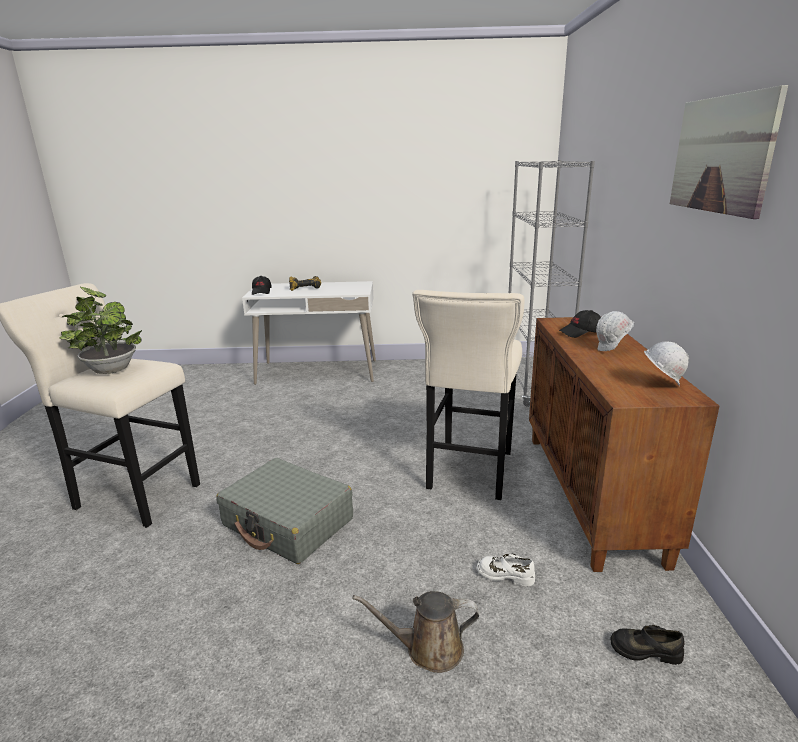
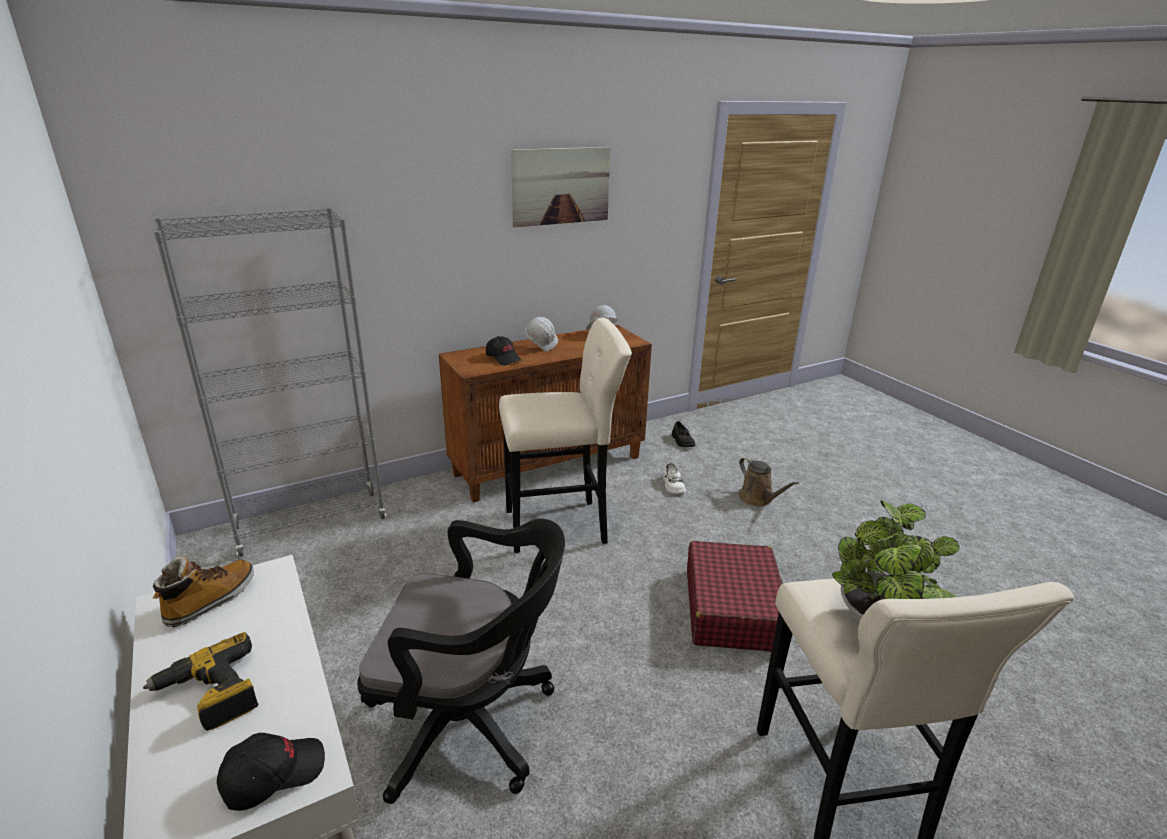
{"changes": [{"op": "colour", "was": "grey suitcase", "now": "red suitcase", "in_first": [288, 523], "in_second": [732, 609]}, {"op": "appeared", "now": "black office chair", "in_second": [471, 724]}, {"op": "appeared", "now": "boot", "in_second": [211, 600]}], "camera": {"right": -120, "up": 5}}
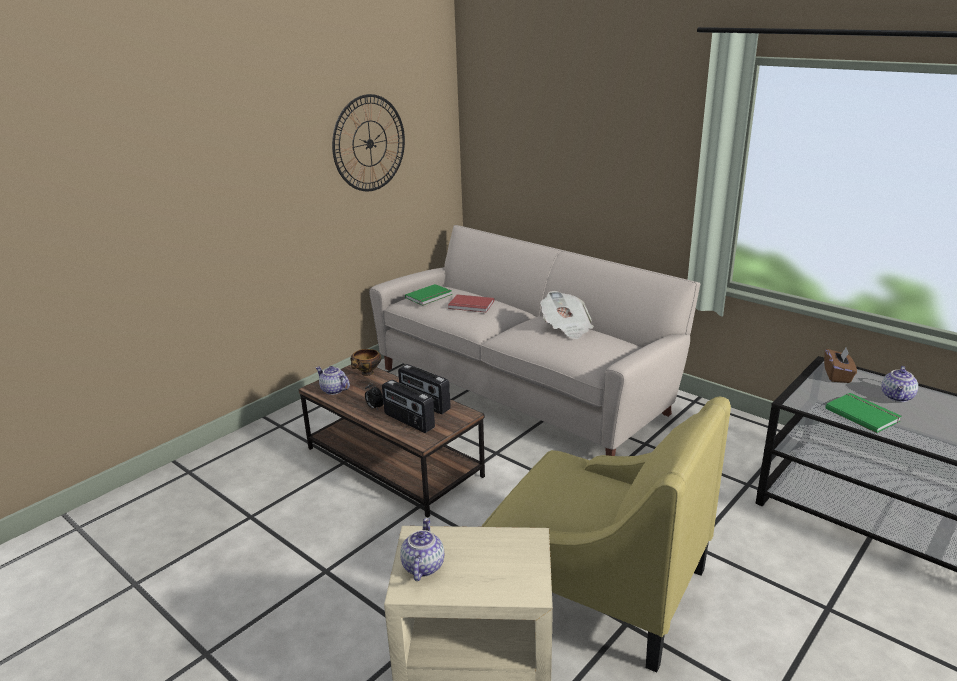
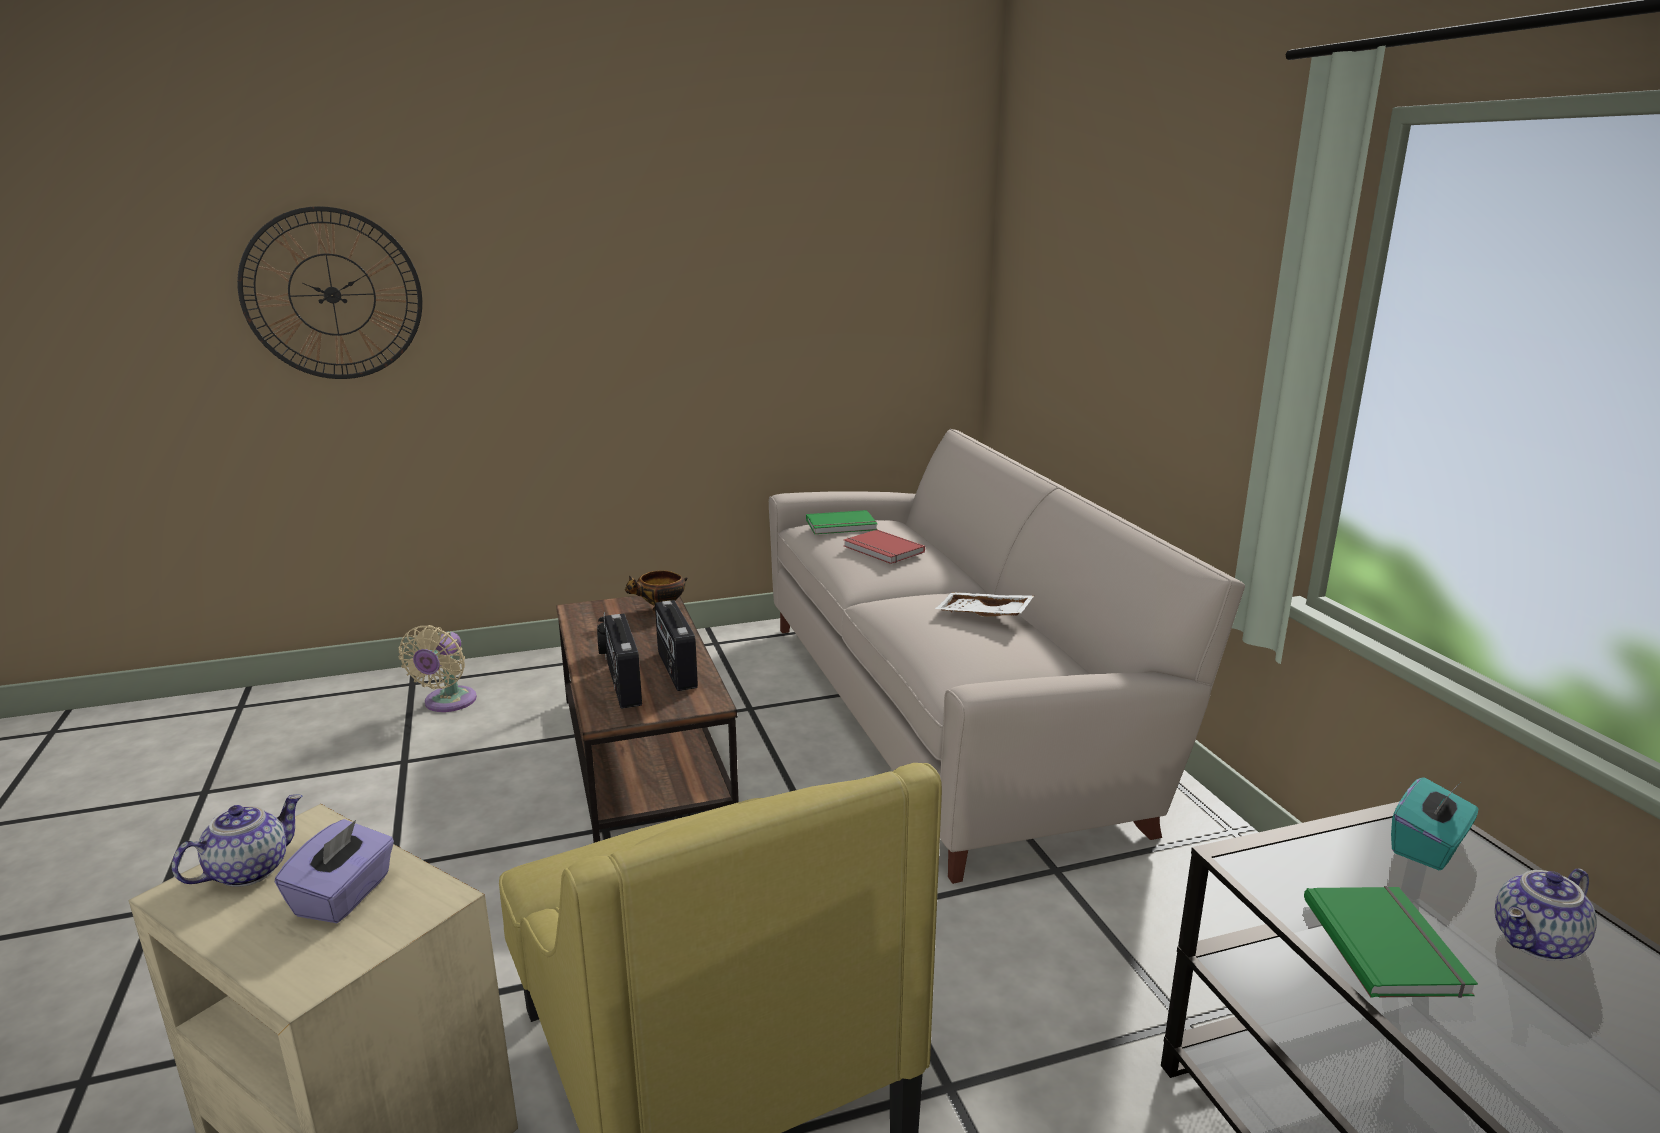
{"changes": [{"op": "relocated", "was": "wall clock", "in_first": [369, 143], "in_second": [332, 294]}, {"op": "exchanged", "was": "newspaper", "now": "white tray", "in_first": [566, 328], "in_second": [983, 615]}, {"op": "colour", "was": "brown tissue box", "now": "turquoise tissue box", "in_first": [837, 375], "in_second": [1428, 847]}, {"op": "missing", "was": "teapot", "in_first": [333, 390]}, {"op": "appeared", "now": "beige fan", "in_second": [447, 703]}, {"op": "appeared", "now": "purple tissue box", "in_second": [344, 896]}], "camera": {"right": 30, "up": -5}}
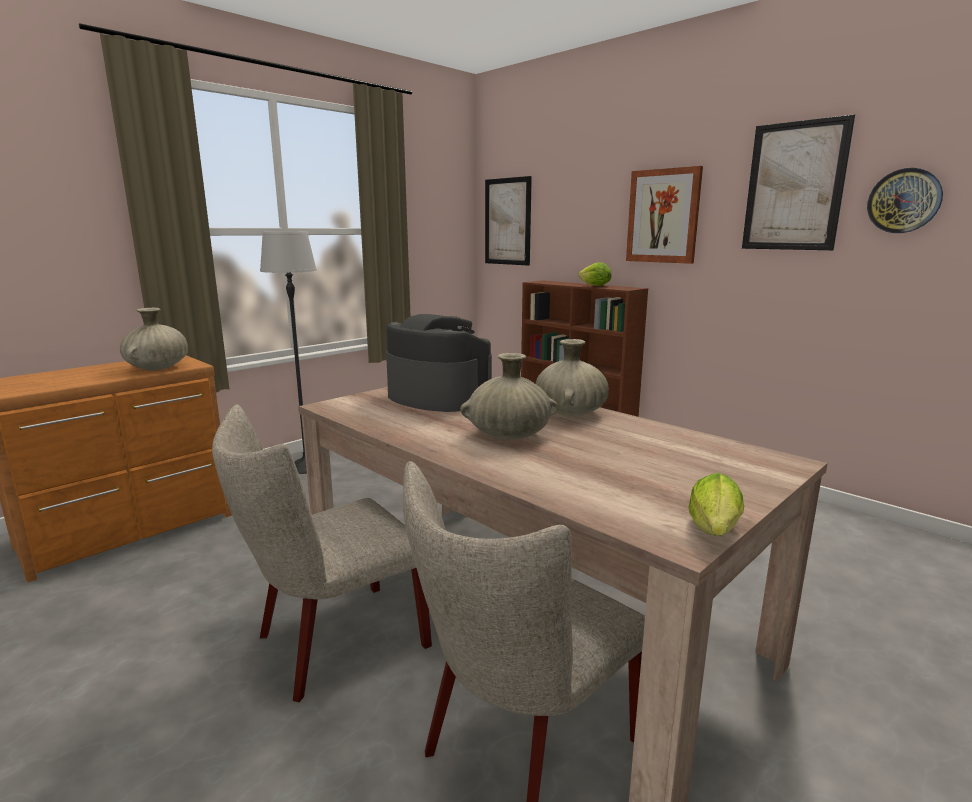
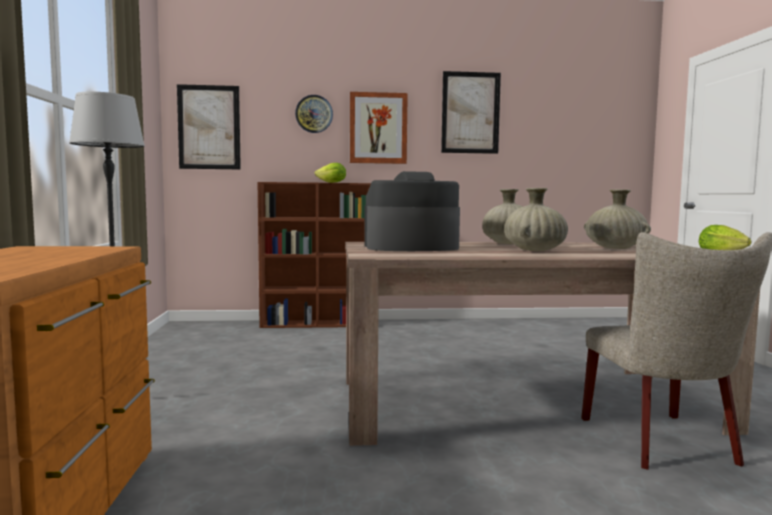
{"changes": [{"op": "relocated", "was": "wall clock", "in_first": [904, 201], "in_second": [314, 114]}, {"op": "relocated", "was": "beige vase", "in_first": [158, 368], "in_second": [615, 248]}, {"op": "missing", "was": "beige chair", "in_first": [332, 643]}], "camera": {"right": -50, "up": -10}}
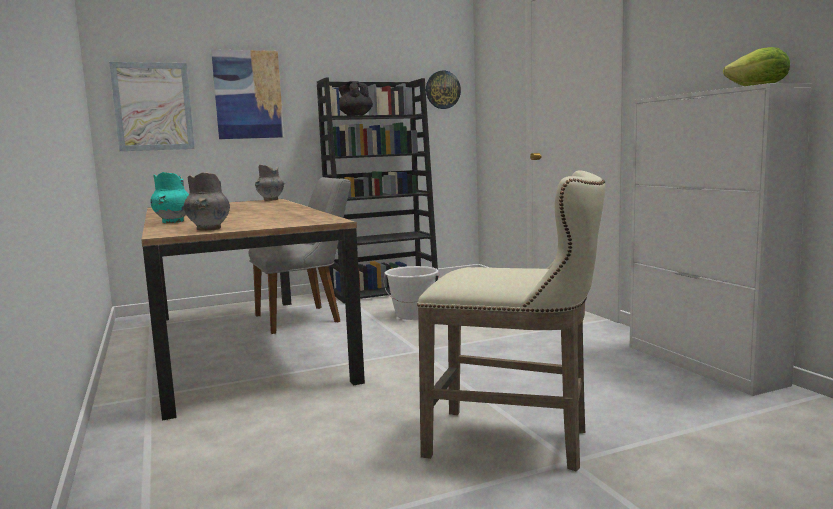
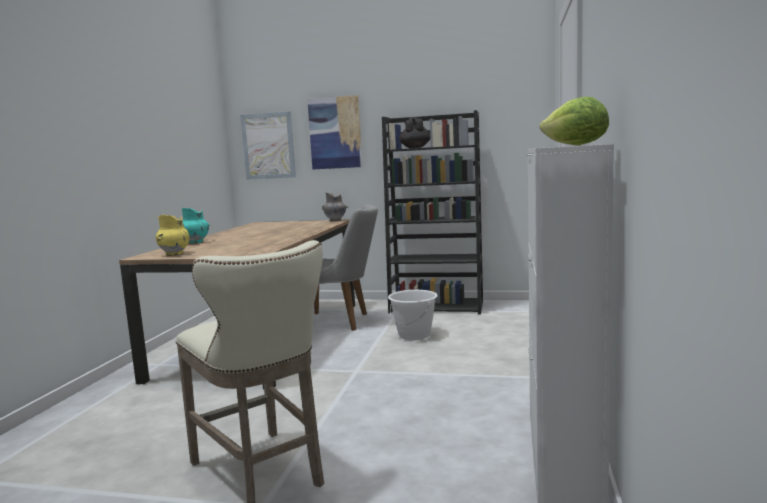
{"changes": [{"op": "missing", "was": "wall clock", "in_first": [442, 90]}, {"op": "colour", "was": "grey vase", "now": "yellow vase", "in_first": [209, 229], "in_second": [175, 254]}], "camera": {"right": 35, "up": 0}}
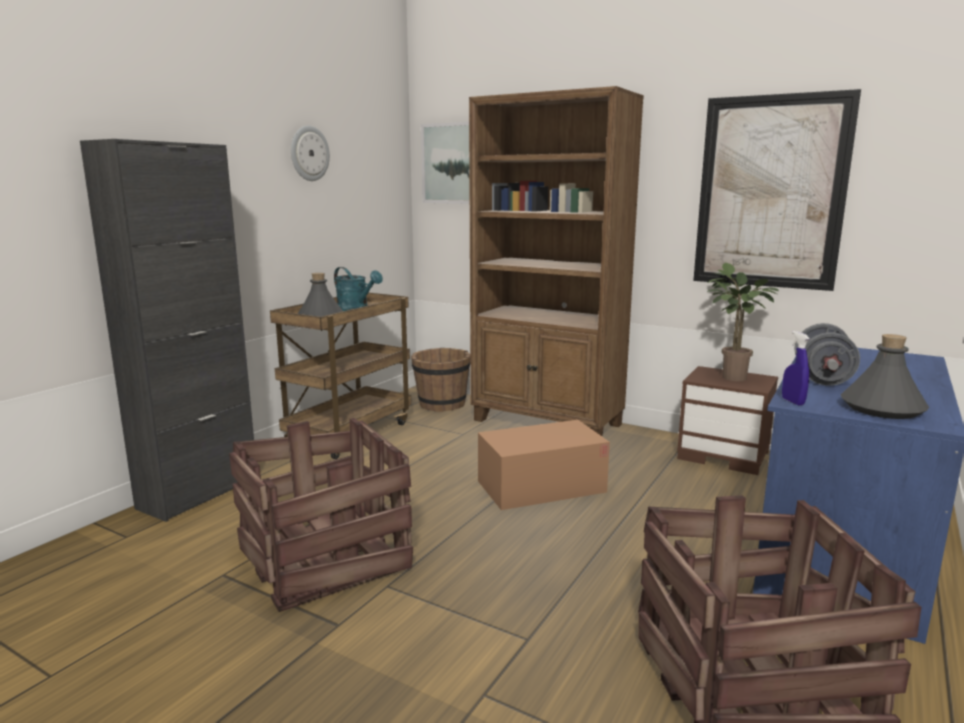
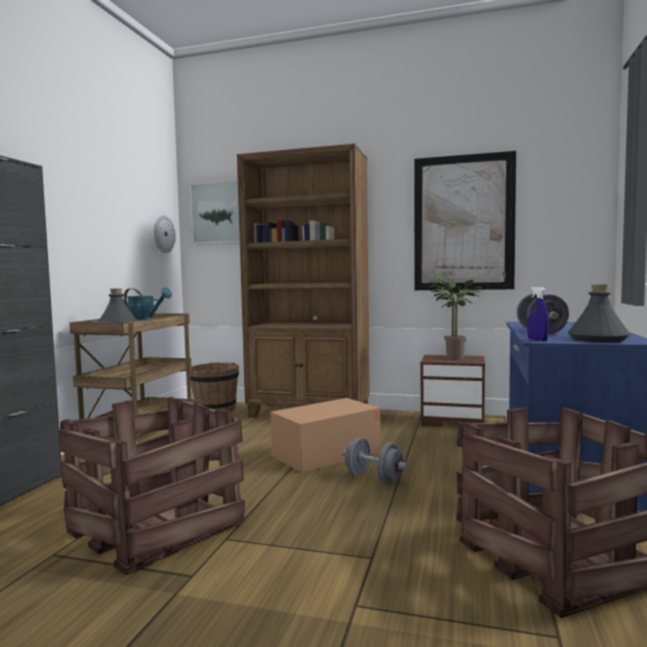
{"changes": [{"op": "relocated", "was": "wall clock", "in_first": [309, 153], "in_second": [163, 234]}, {"op": "appeared", "now": "grey dumbbell", "in_second": [374, 478]}], "camera": {"right": -15, "up": -10}}
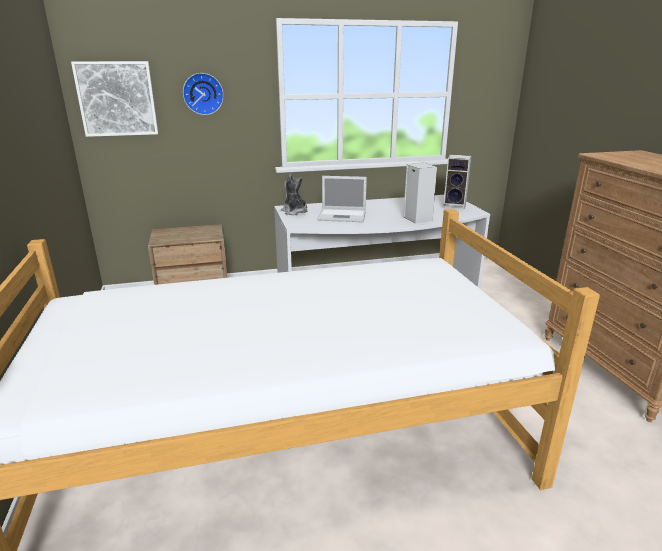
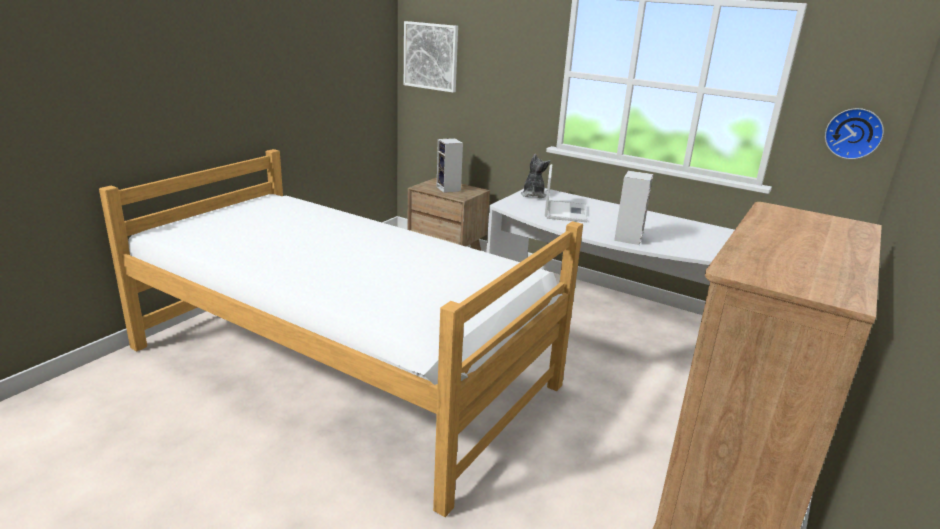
{"changes": [{"op": "relocated", "was": "wall clock", "in_first": [203, 94], "in_second": [853, 133]}, {"op": "relocated", "was": "speaker", "in_first": [455, 206], "in_second": [449, 189]}, {"op": "spun", "was": "laptop", "in_first": [343, 216], "in_second": [565, 211], "clockwise": -135}], "camera": {"right": 45, "up": 0}}
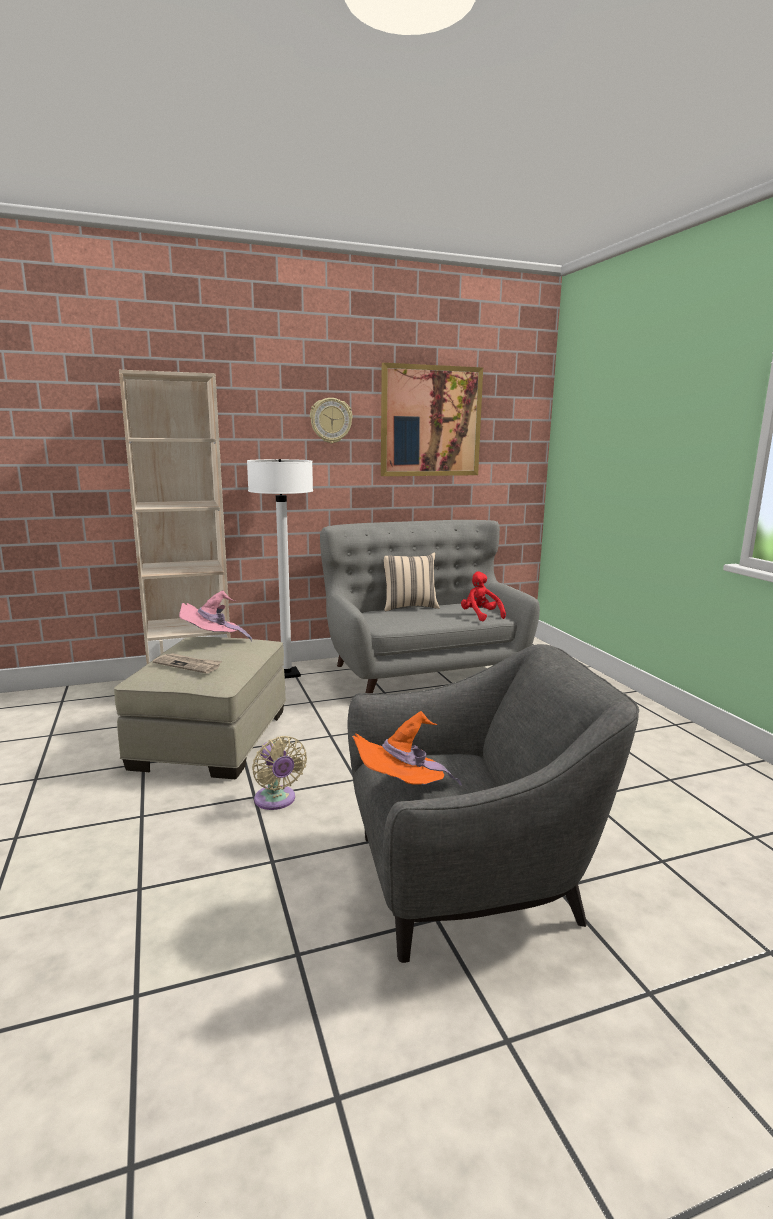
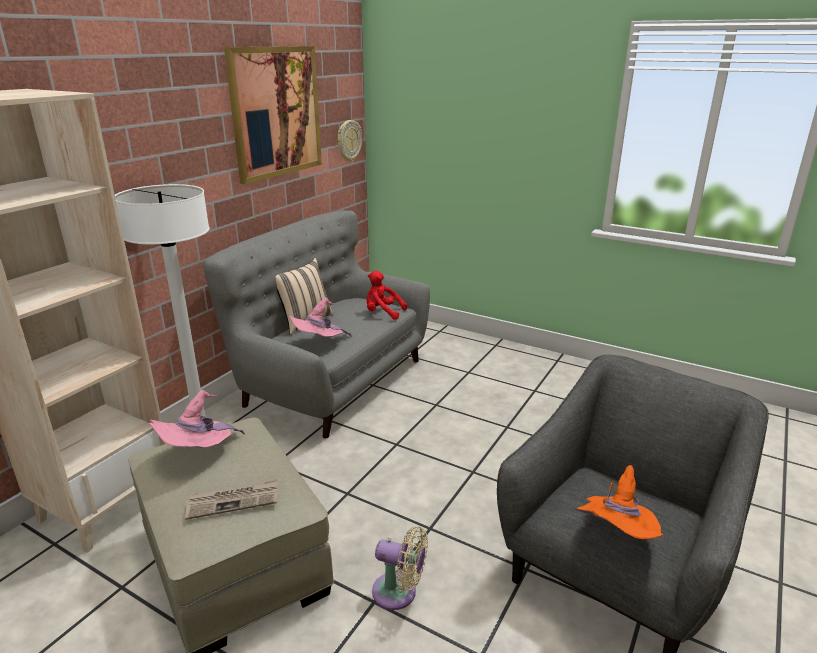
{"changes": [{"op": "relocated", "was": "wall clock", "in_first": [330, 420], "in_second": [348, 140]}, {"op": "appeared", "now": "pink hat", "in_second": [318, 344]}], "camera": {"right": -40, "up": 10}}
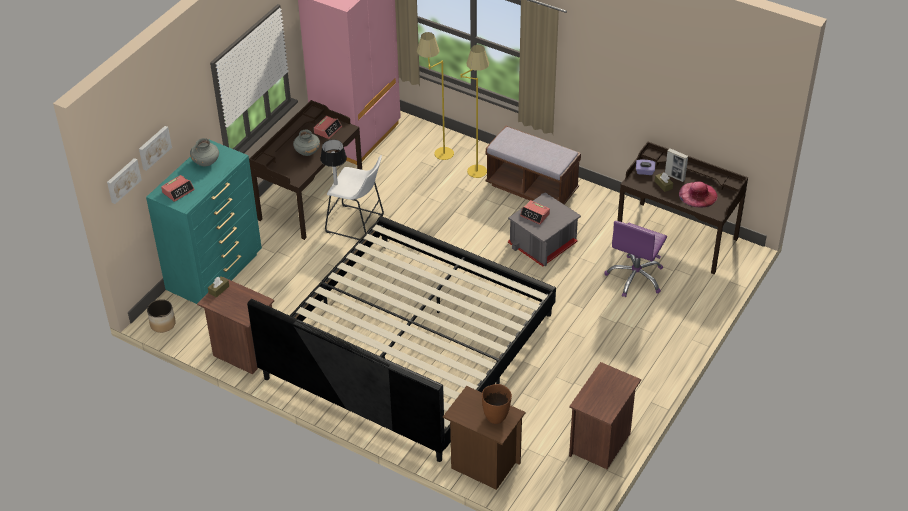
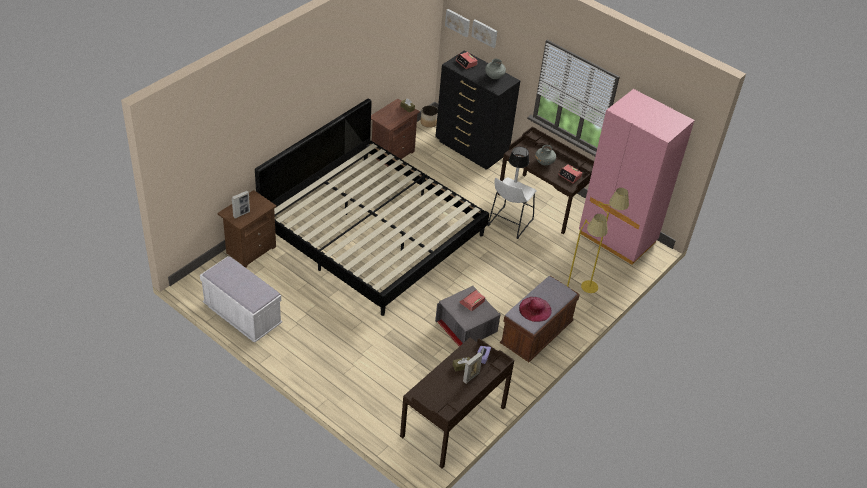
{"changes": [{"op": "colour", "was": "turquoise dresser", "now": "black dresser", "in_first": [216, 273], "in_second": [471, 149]}, {"op": "relocated", "was": "pink hat", "in_first": [698, 194], "in_second": [535, 309]}, {"op": "missing", "was": "purple office chair", "in_first": [635, 277]}, {"op": "exchanged", "was": "brown nightstand", "now": "white bench", "in_first": [601, 444], "in_second": [242, 315]}, {"op": "exchanged", "was": "brown vase", "now": "picture frame", "in_first": [496, 417], "in_second": [241, 214]}], "camera": {"right": 95, "up": 0}}
